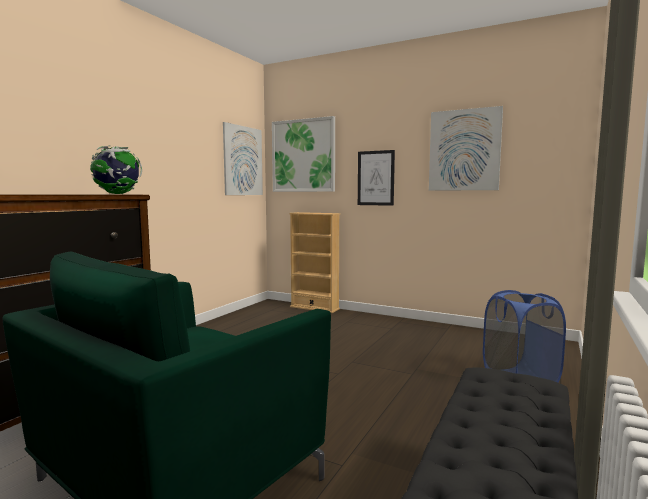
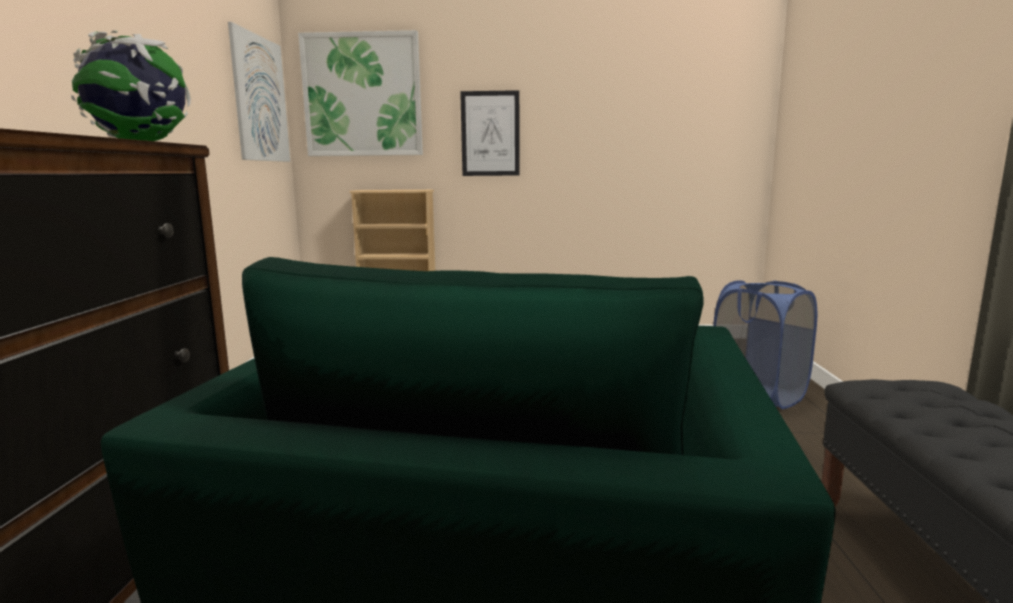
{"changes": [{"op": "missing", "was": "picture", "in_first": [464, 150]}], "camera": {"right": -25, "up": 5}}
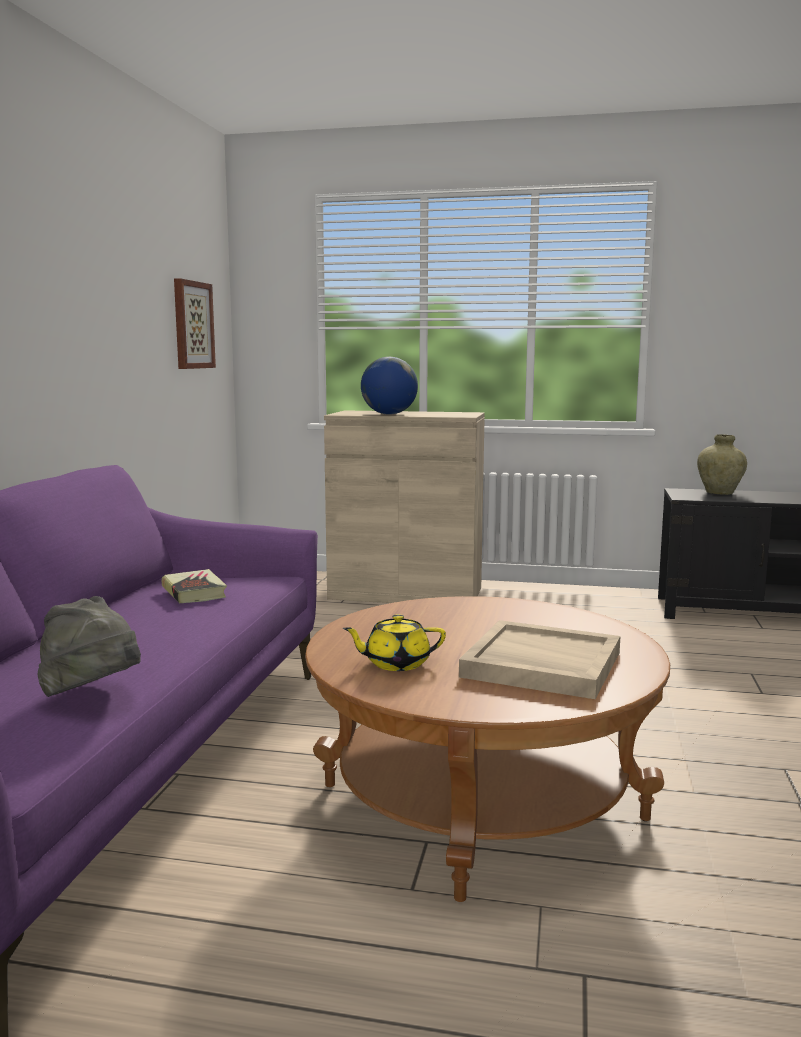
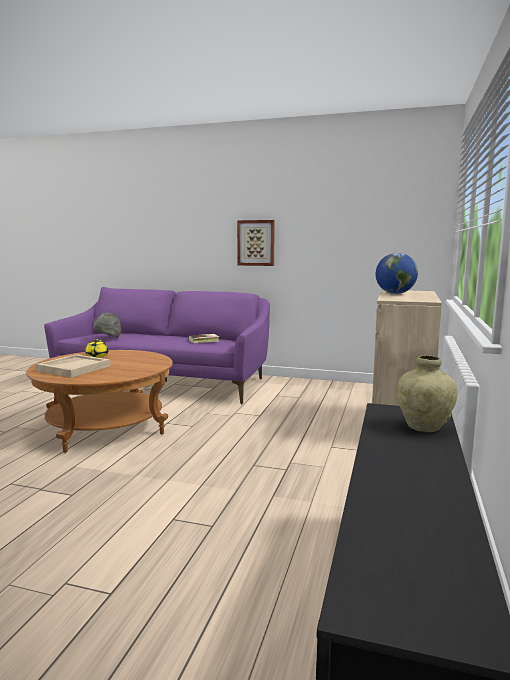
{"changes": [{"op": "relocated", "was": "picture", "in_first": [192, 325], "in_second": [256, 243]}], "camera": {"right": 95, "up": 0}}
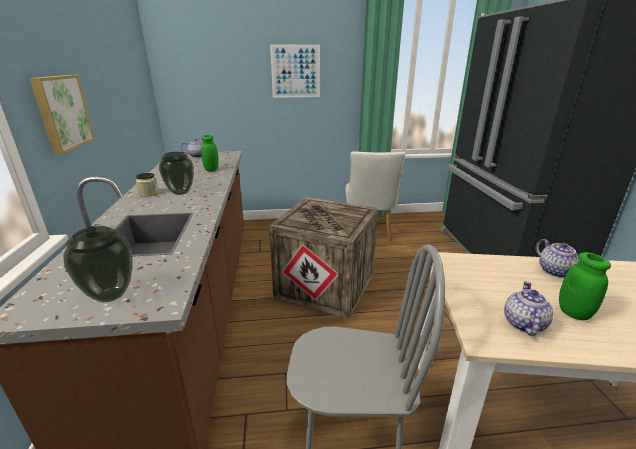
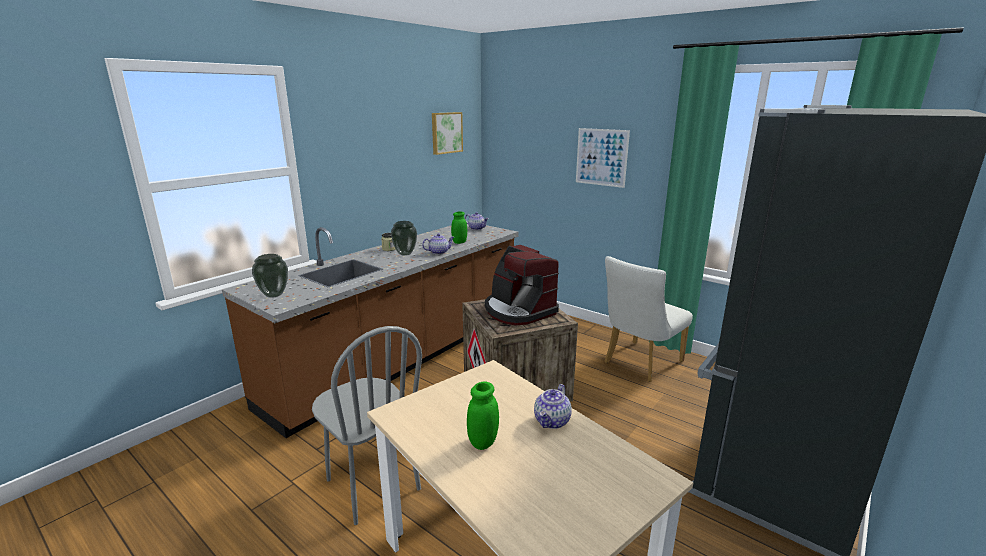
{"changes": [{"op": "relocated", "was": "picture", "in_first": [61, 112], "in_second": [446, 132]}, {"op": "relocated", "was": "teapot", "in_first": [523, 323], "in_second": [439, 252]}, {"op": "appeared", "now": "coffee machine", "in_second": [518, 310]}], "camera": {"right": 45, "up": -5}}
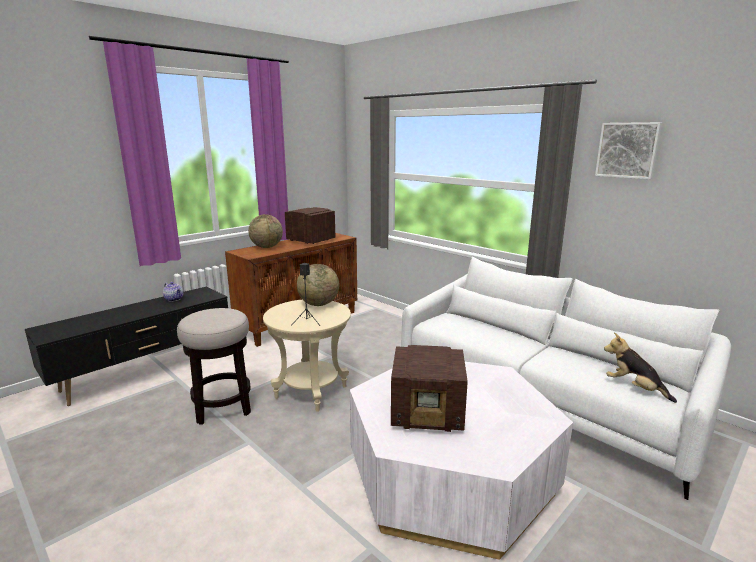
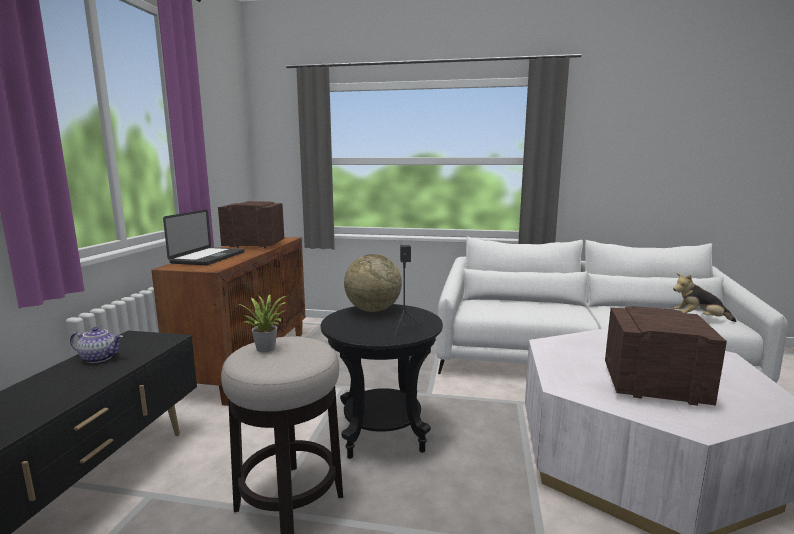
{"changes": [{"op": "missing", "was": "picture", "in_first": [628, 150]}, {"op": "exchanged", "was": "globe", "now": "laptop", "in_first": [266, 247], "in_second": [208, 257]}, {"op": "colour", "was": "beige side table", "now": "black side table", "in_first": [311, 392], "in_second": [382, 434]}, {"op": "spun", "was": "radio", "in_first": [428, 414], "in_second": [651, 386], "clockwise": -135}, {"op": "appeared", "now": "potted plant", "in_second": [267, 347]}], "camera": {"right": -35, "up": -5}}
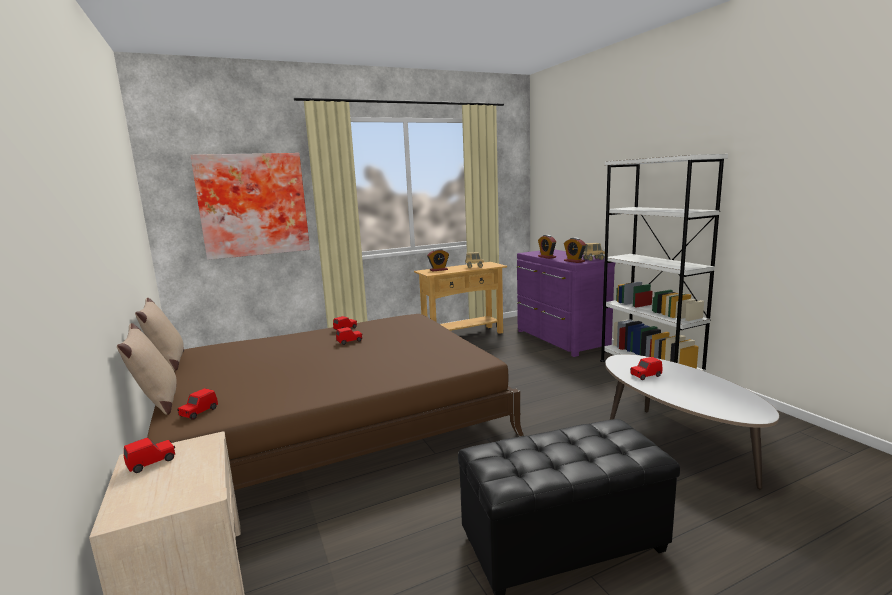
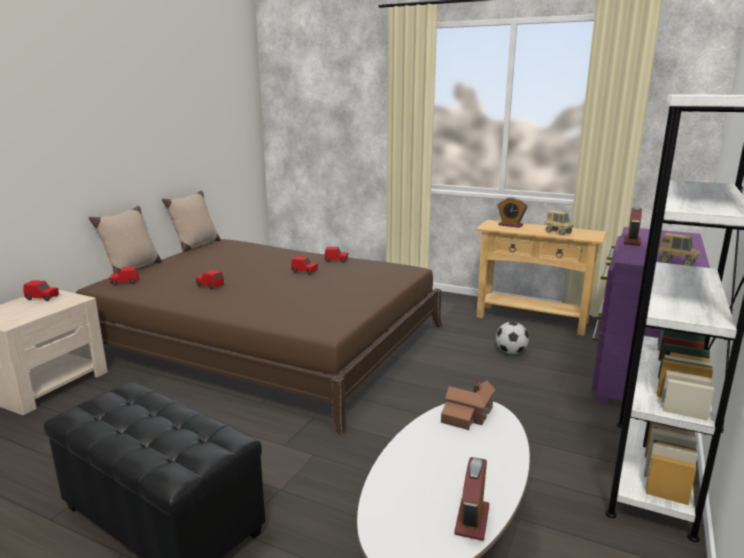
{"changes": [{"op": "missing", "was": "picture", "in_first": [253, 205]}, {"op": "relocated", "was": "alarm clock", "in_first": [574, 261], "in_second": [472, 520]}, {"op": "relocated", "was": "red toy car", "in_first": [645, 376], "in_second": [210, 285]}, {"op": "appeared", "now": "football", "in_second": [510, 352]}, {"op": "appeared", "now": "toy house", "in_second": [468, 415]}], "camera": {"right": 50, "up": 5}}
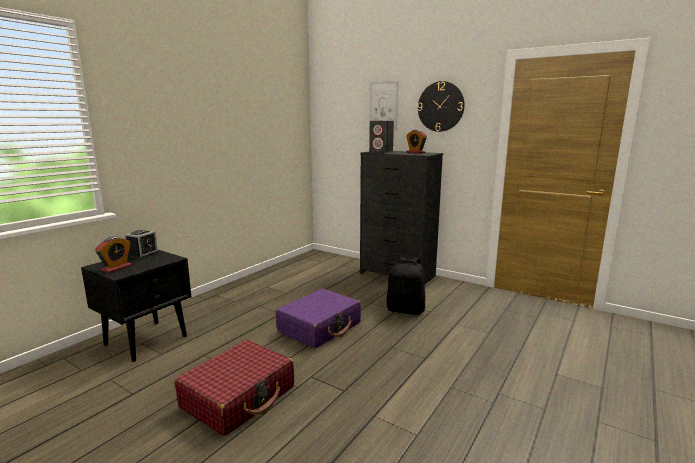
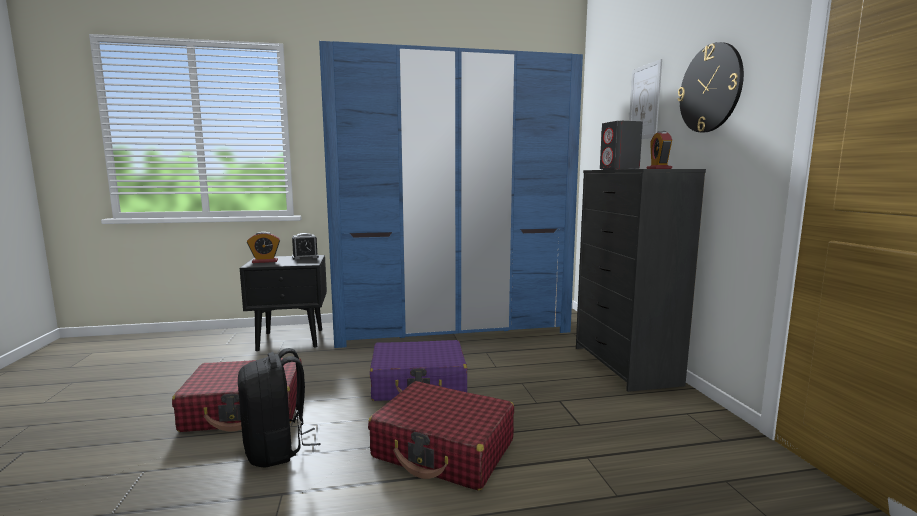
{"changes": [{"op": "relocated", "was": "black backpack", "in_first": [406, 310], "in_second": [276, 449]}, {"op": "appeared", "now": "blue wardrobe", "in_second": [452, 328]}, {"op": "appeared", "now": "red suitcase", "in_second": [444, 449]}], "camera": {"right": 45, "up": -5}}
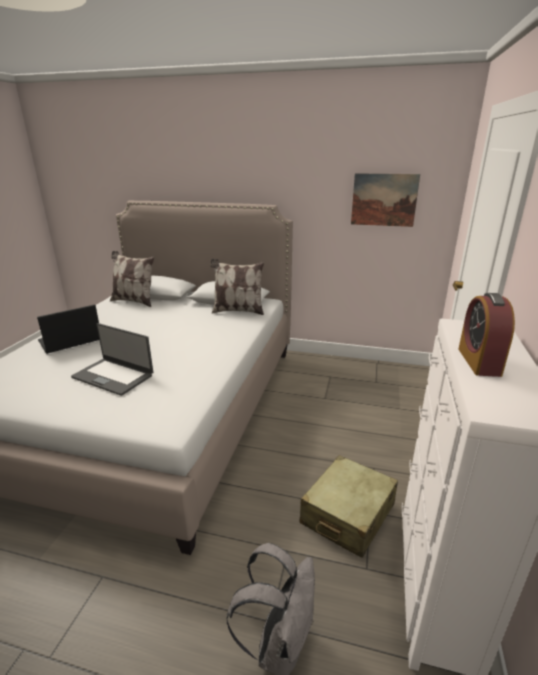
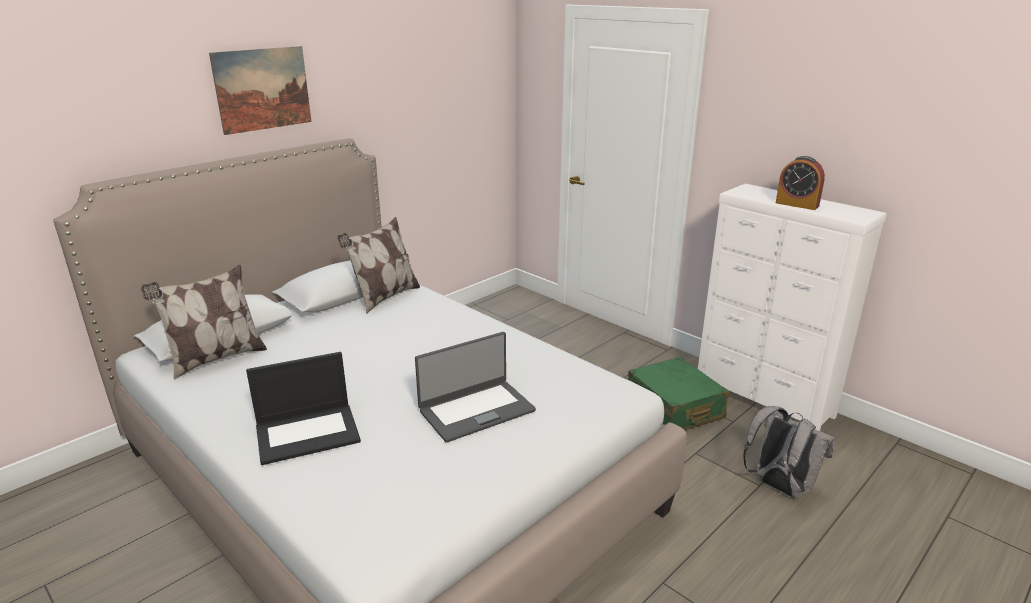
{"changes": [{"op": "relocated", "was": "picture", "in_first": [384, 200], "in_second": [263, 89]}, {"op": "spun", "was": "laptop", "in_first": [70, 340], "in_second": [308, 433], "clockwise": -105}, {"op": "colour", "was": "beige suitcase", "now": "green suitcase", "in_first": [347, 514], "in_second": [674, 408]}], "camera": {"right": -60, "up": 0}}
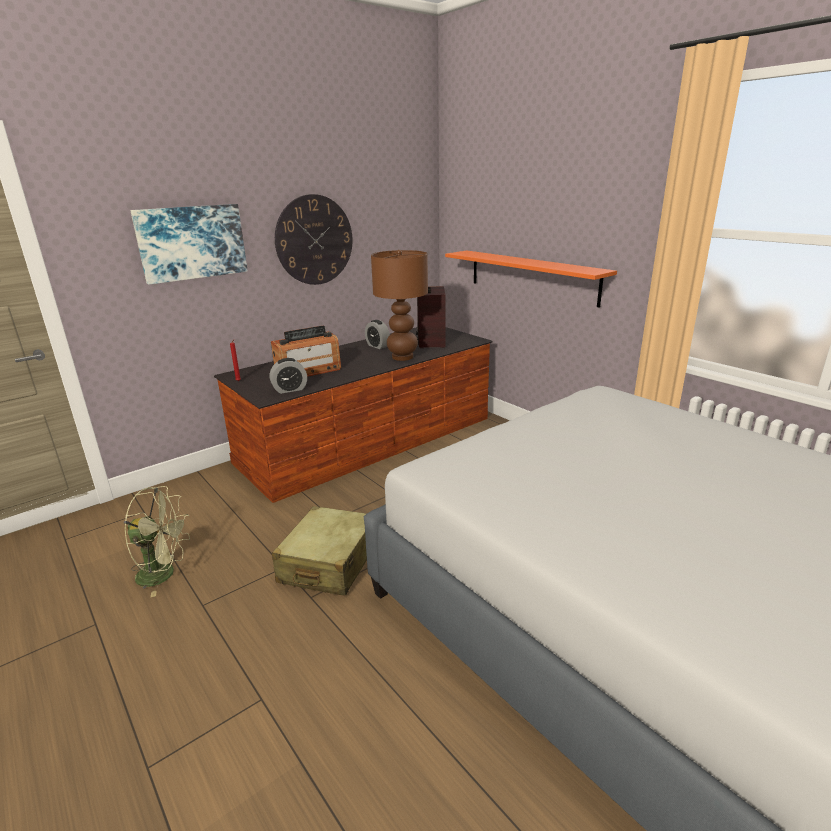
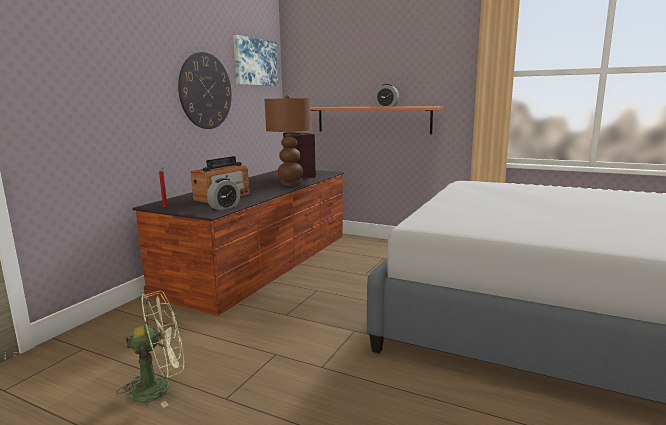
{"changes": [{"op": "relocated", "was": "picture", "in_first": [192, 242], "in_second": [255, 62]}, {"op": "relocated", "was": "alarm clock", "in_first": [377, 346], "in_second": [386, 106]}, {"op": "missing", "was": "beige suitcase", "in_first": [329, 563]}], "camera": {"right": -25, "up": -10}}
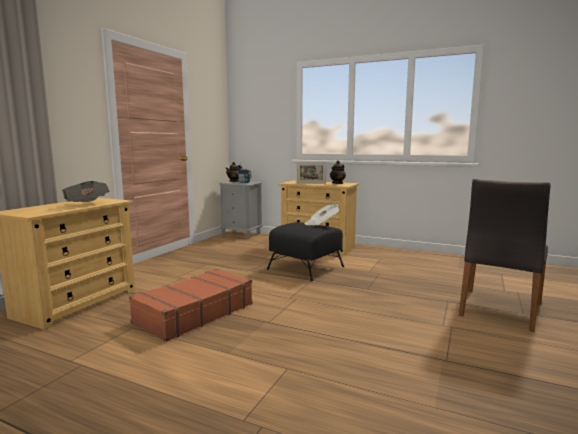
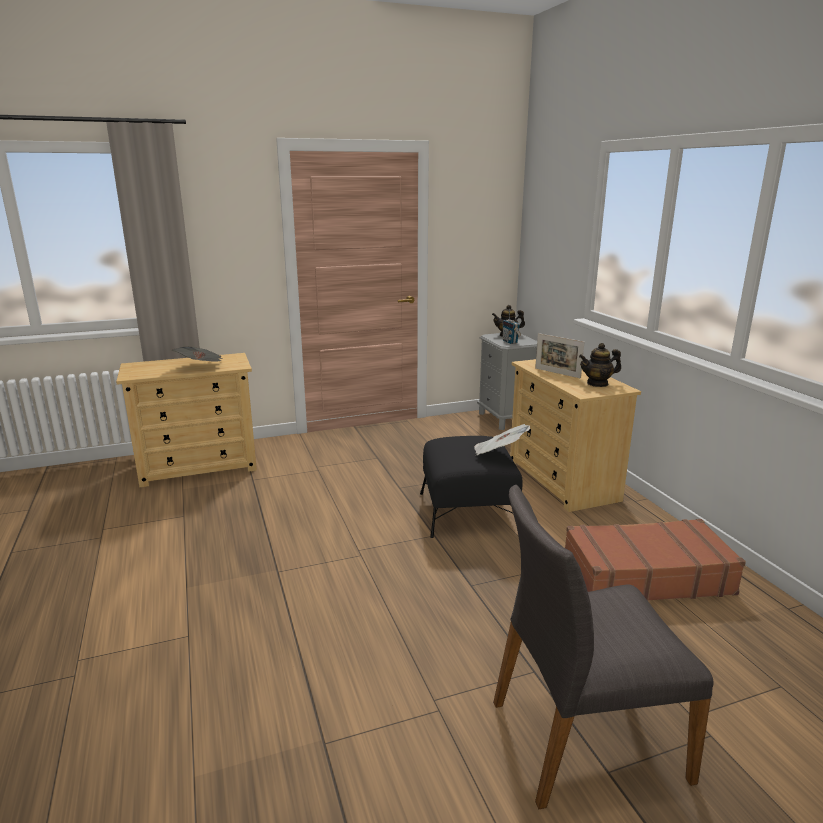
{"changes": [{"op": "relocated", "was": "brown suitcase", "in_first": [194, 313], "in_second": [645, 575]}], "camera": {"right": 45, "up": 10}}
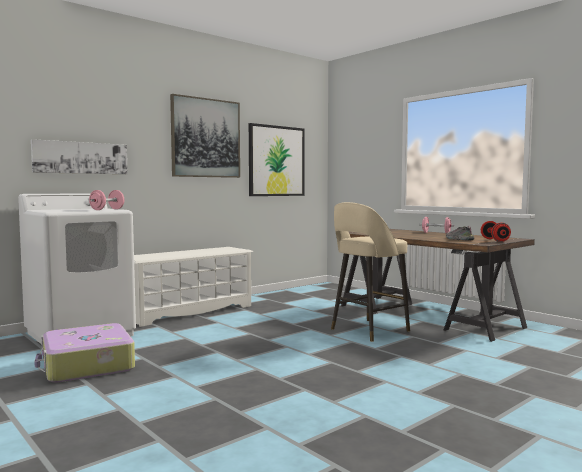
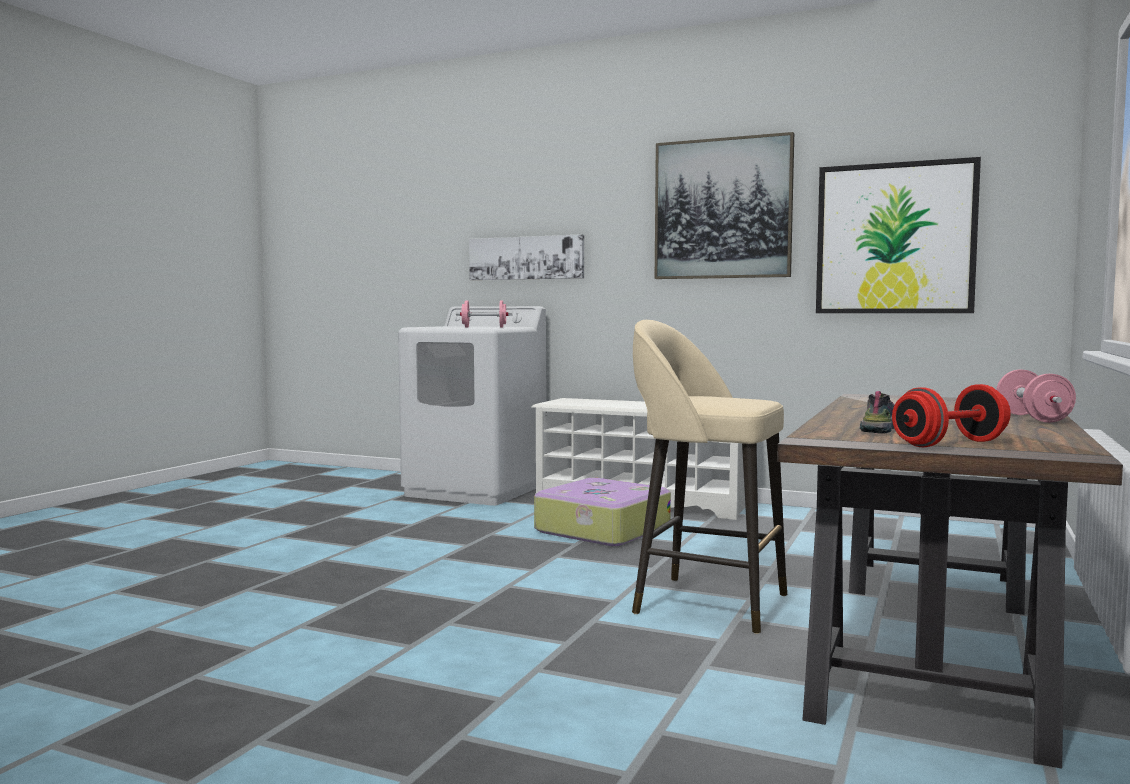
{"changes": [{"op": "relocated", "was": "suitcase", "in_first": [87, 365], "in_second": [600, 529]}], "camera": {"right": 65, "up": 0}}
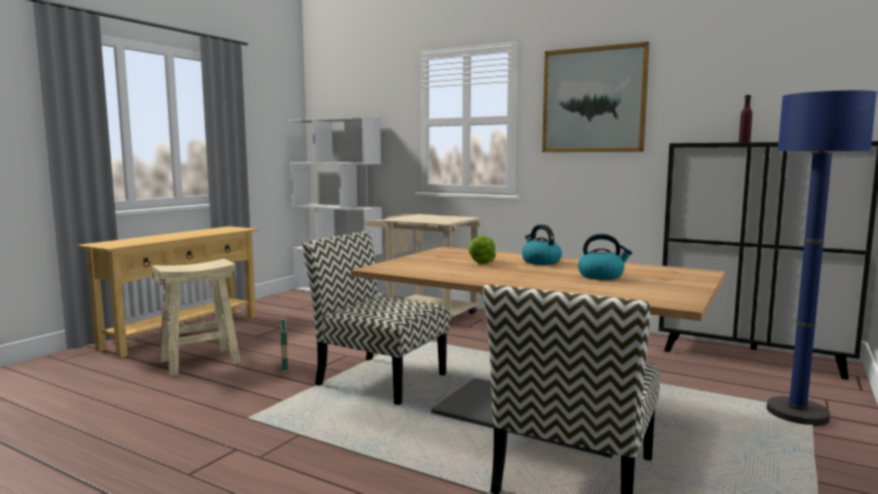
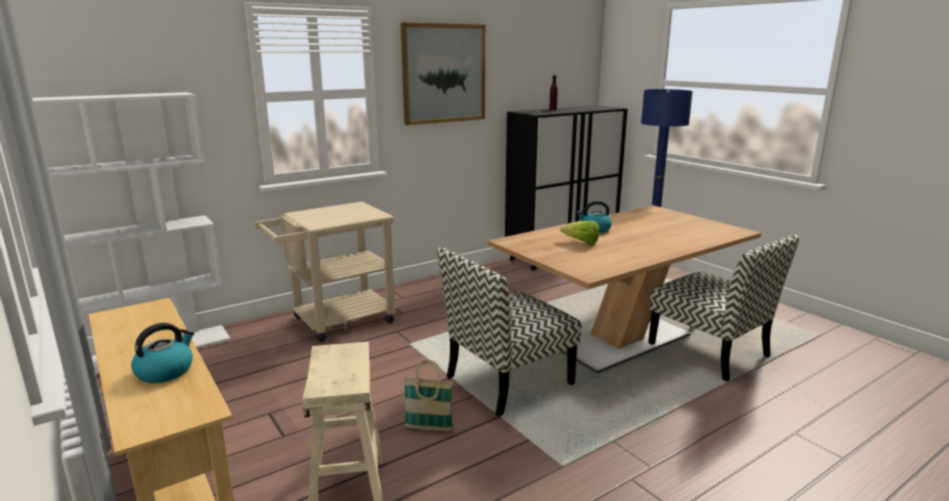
{"changes": [{"op": "relocated", "was": "kettle", "in_first": [601, 276], "in_second": [165, 371]}], "camera": {"right": -65, "up": 10}}
